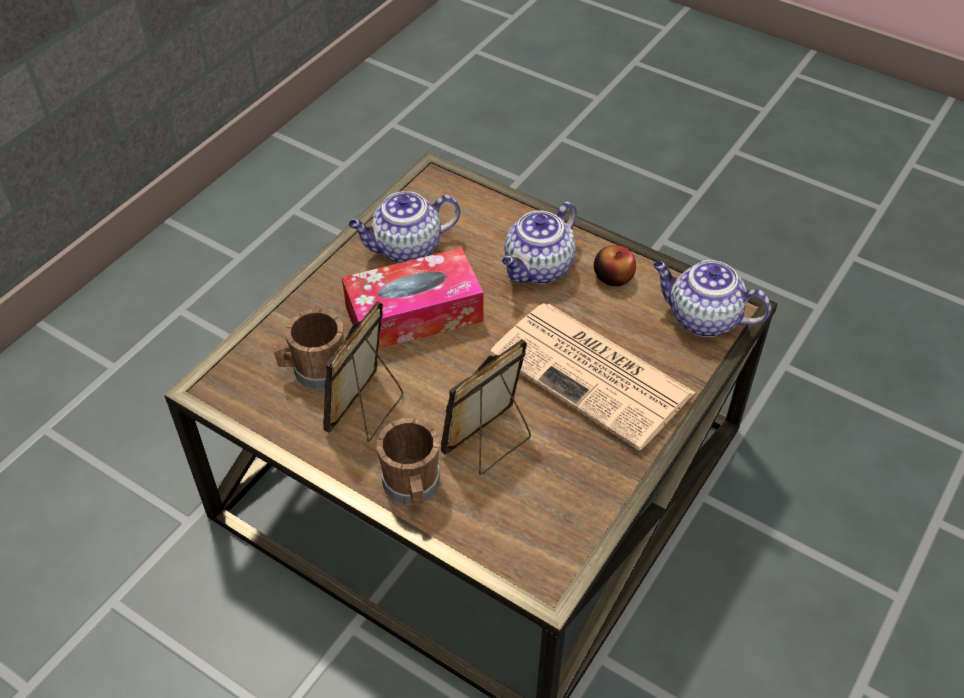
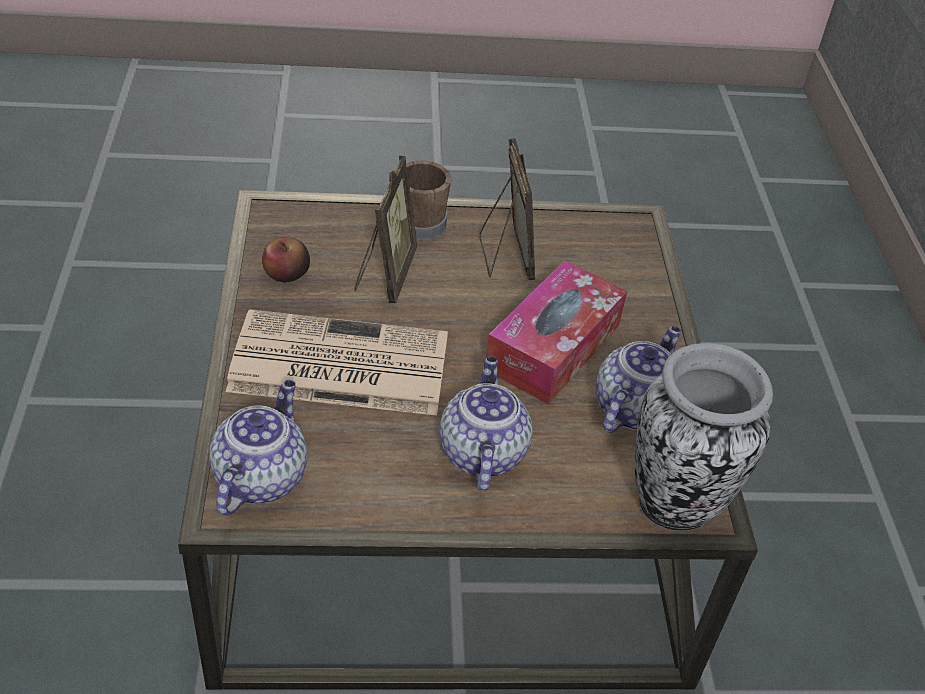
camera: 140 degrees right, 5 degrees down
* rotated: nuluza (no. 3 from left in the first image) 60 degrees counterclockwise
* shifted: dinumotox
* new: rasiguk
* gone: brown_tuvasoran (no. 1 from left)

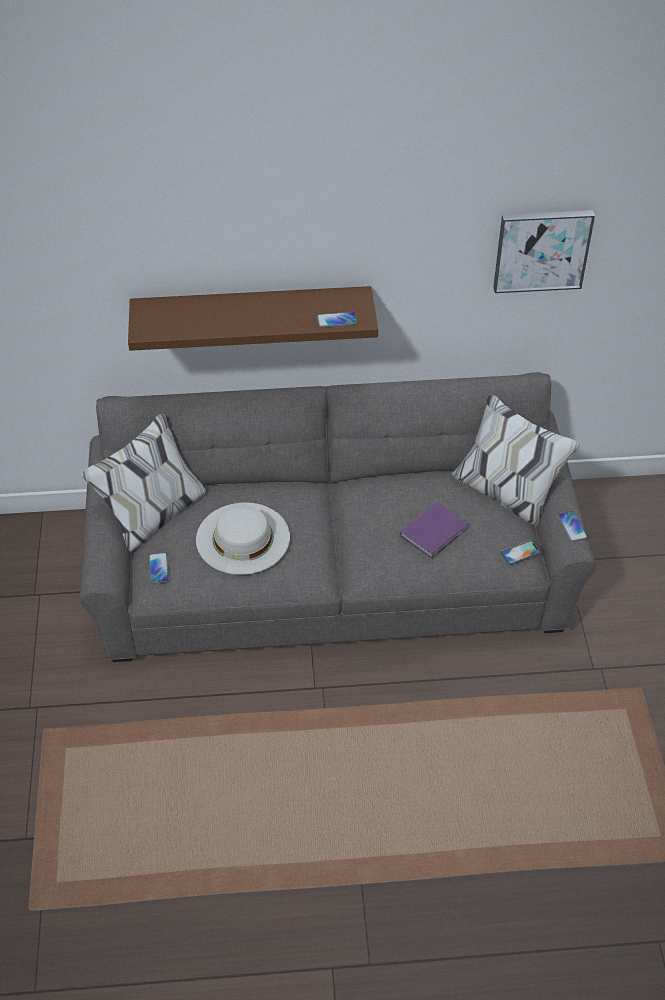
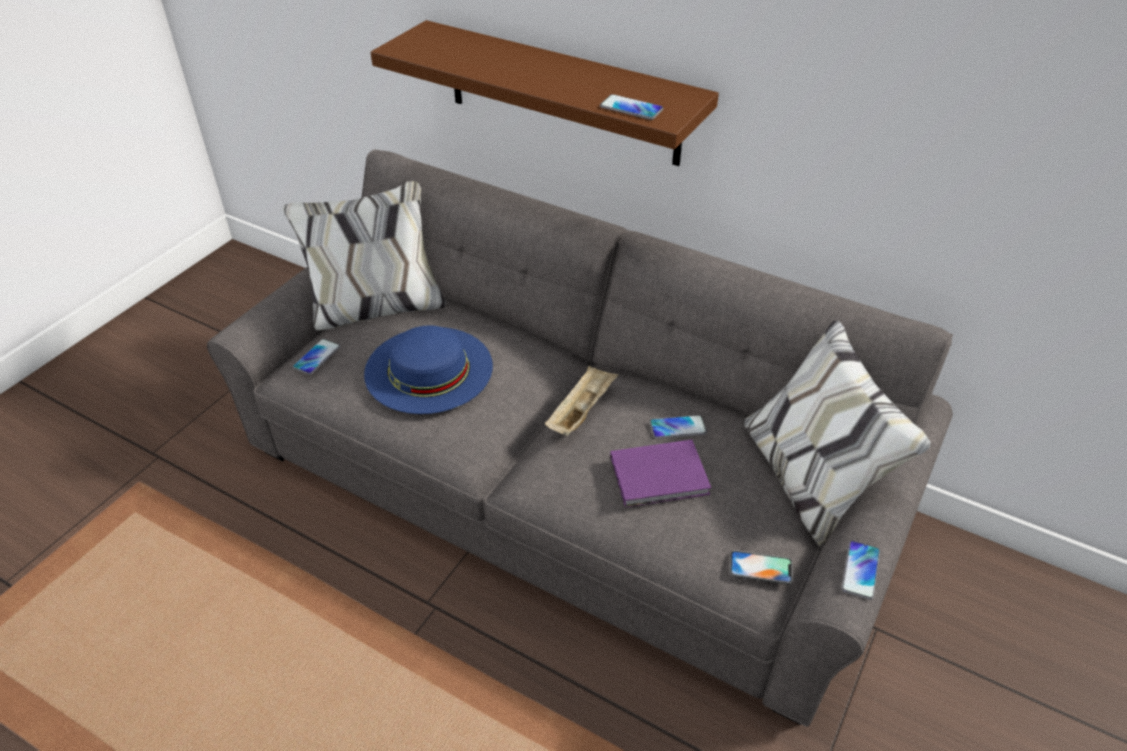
camera: 35 degrees right, 5 degrees down
* repainted: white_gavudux to blue_gavudux
* new: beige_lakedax
* new: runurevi (no. 3 from left)
* gone: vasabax

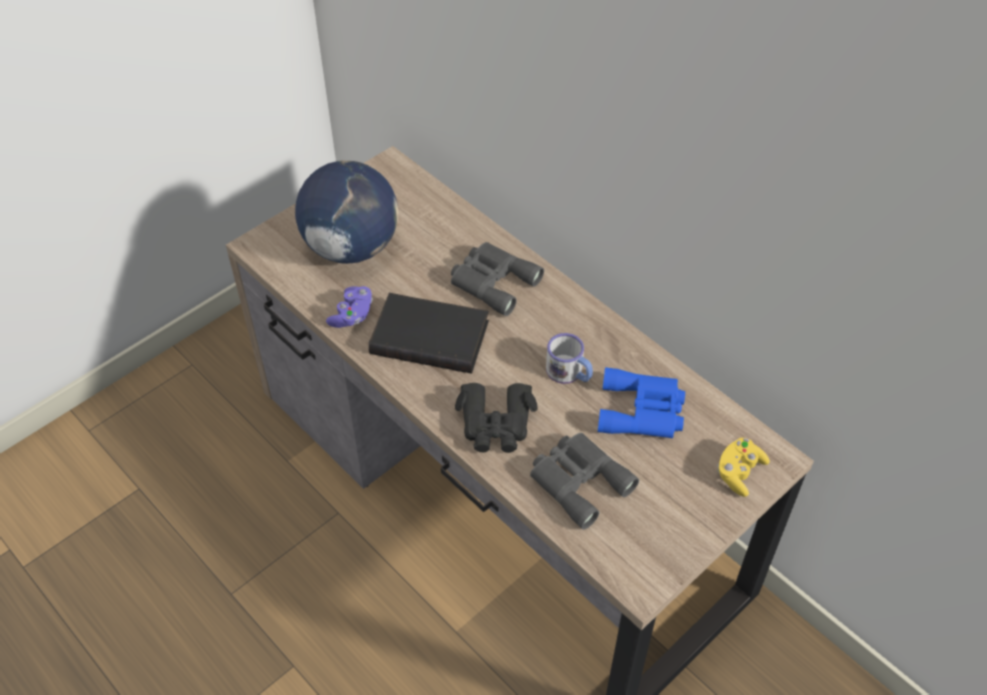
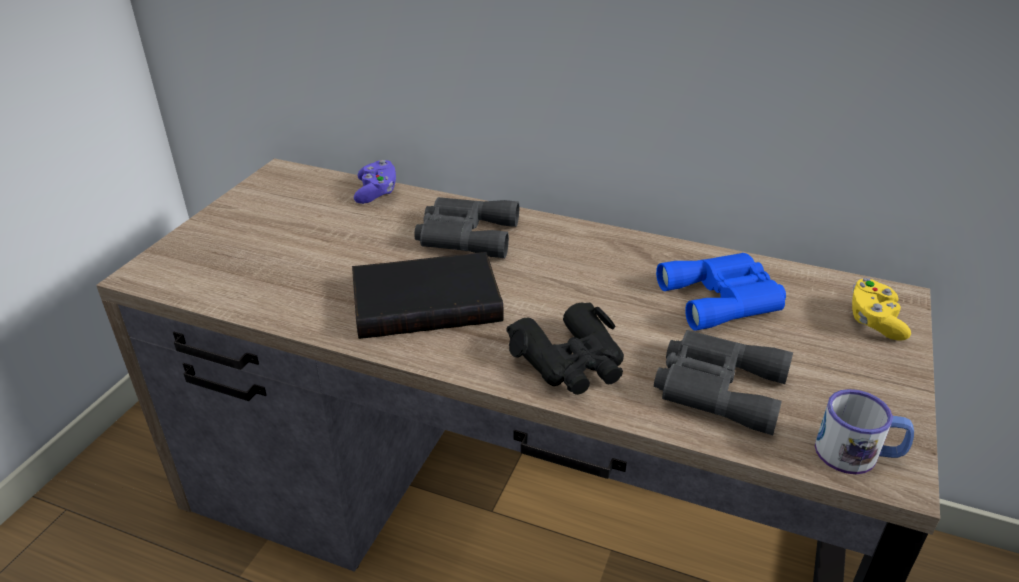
camera: 25 degrees left, 15 degrees down
* shifted: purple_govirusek
* shifted: tuvasoran
* gone: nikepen

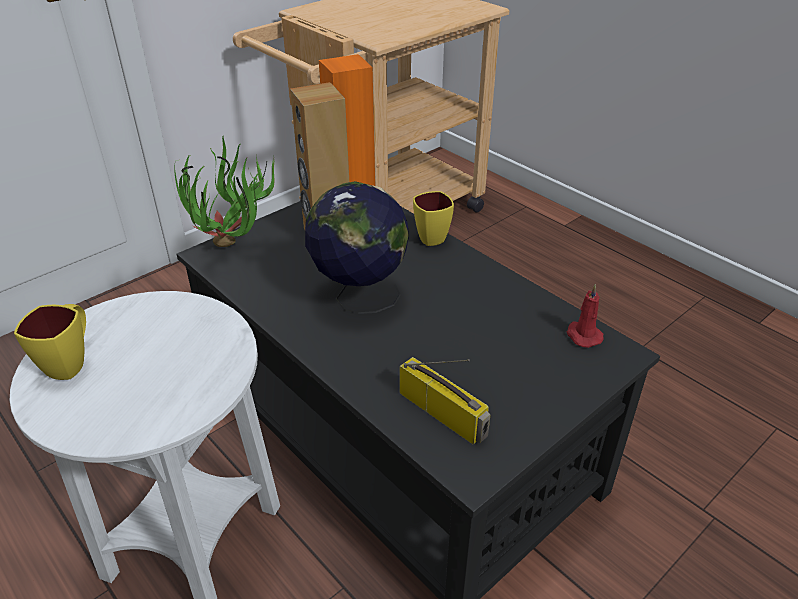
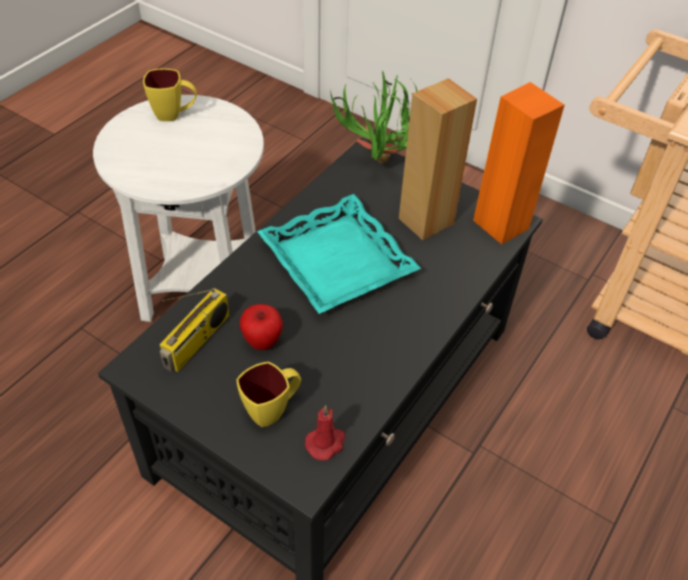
camera: 75 degrees right, 10 degrees up
* shifted: yellow_tuvasoran (no. 2 from left)
* new: dinumotox
* swapped: nikepen to turquoise_lakedax

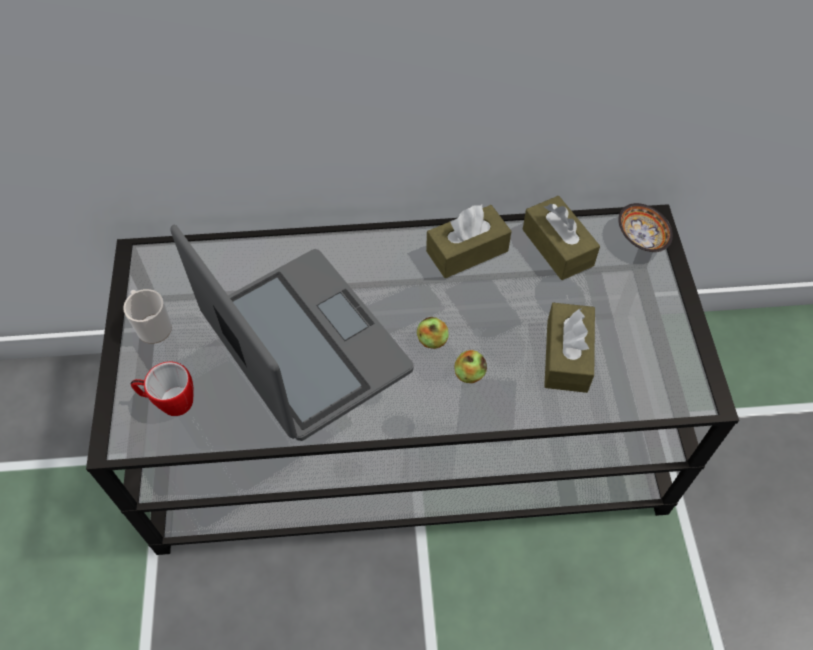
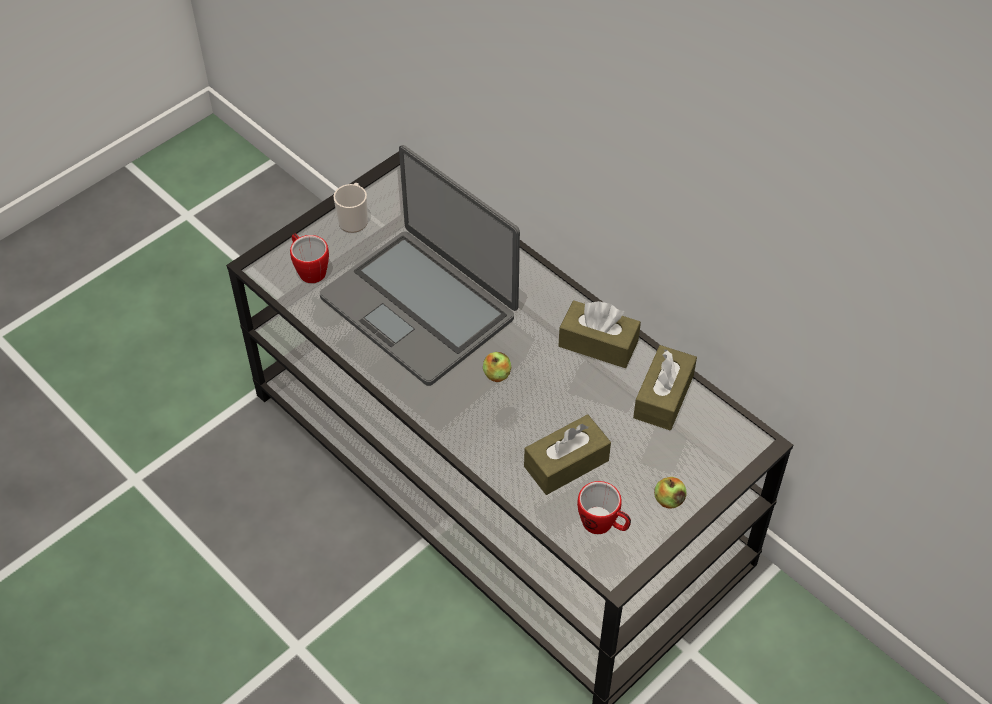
camera: 50 degrees right, 5 degrees down
* rotated: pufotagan 120 degrees clockwise
* new: tuvasoran (no. 3 from left)
* shifted: dinumotox (no. 2 from left)
* gone: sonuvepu

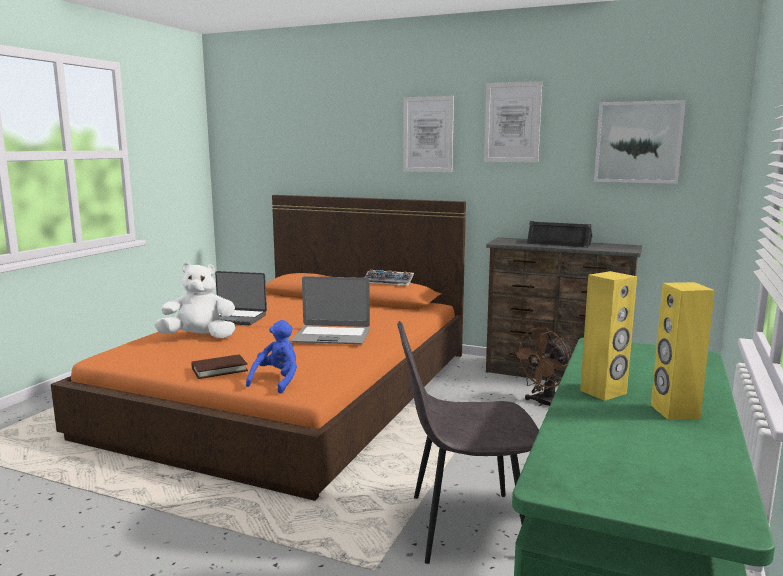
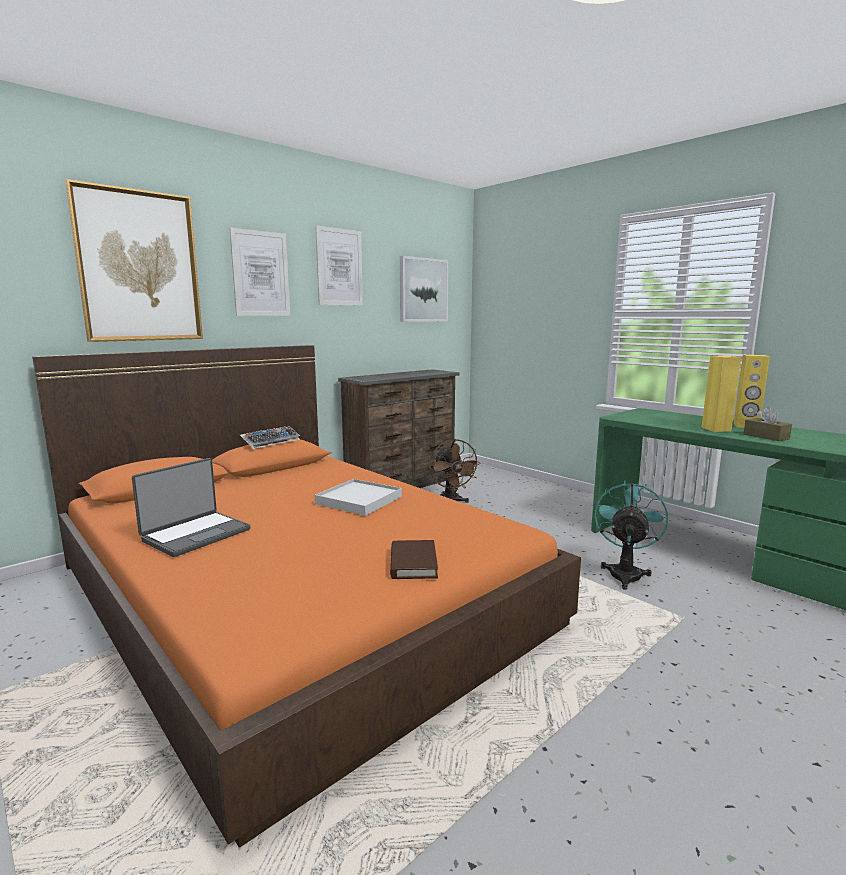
camera: 65 degrees left, 0 degrees up
* new: vasabax (no. 1 from left)
* swapped: pufotagan (no. 2 from left) to white_lakedax
* swapped: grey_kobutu to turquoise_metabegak
* new: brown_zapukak
* gone: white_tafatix
* gone: blue_tafatix
* gone: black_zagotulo

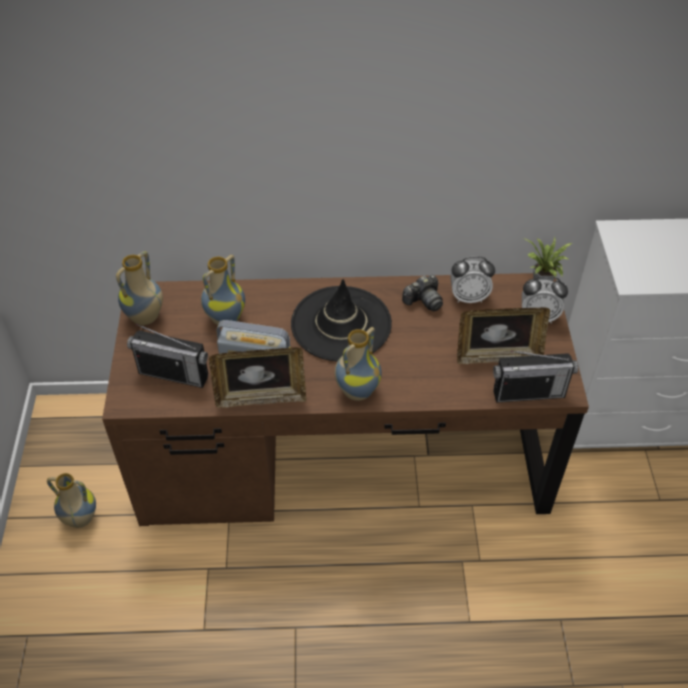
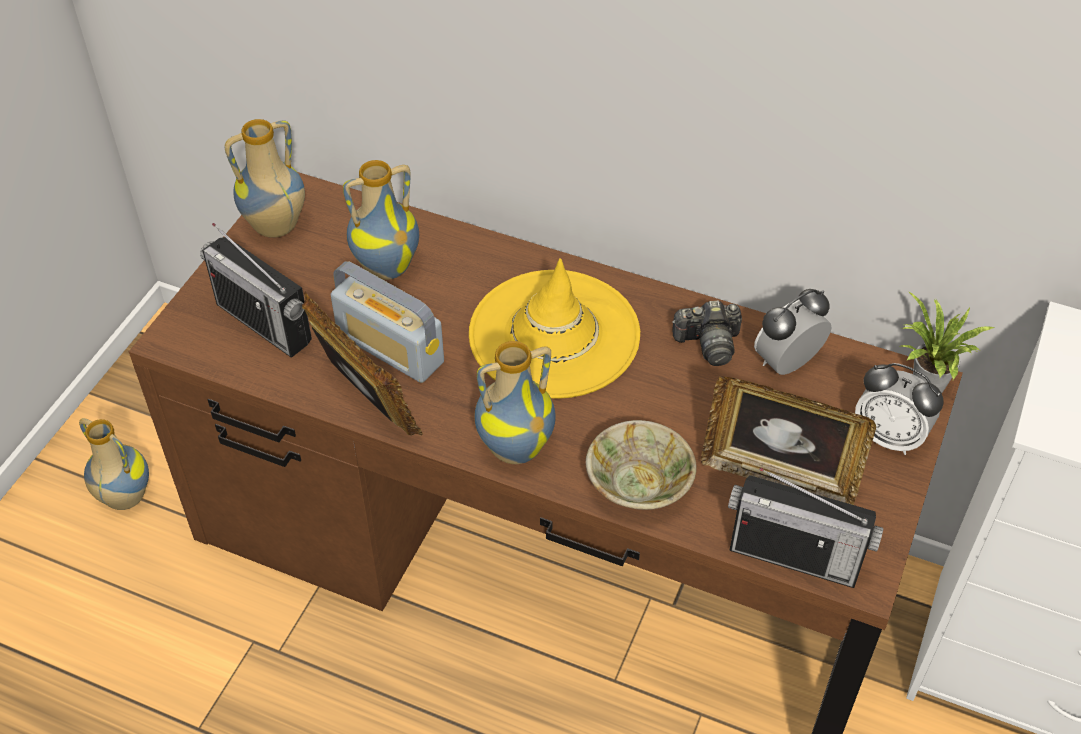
camera: 25 degrees right, 0 degrees up
* rotated: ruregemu (no. 1 from left) 150 degrees counterclockwise
* repainted: black_gavudux to yellow_gavudux
* new: beige_sonuvepu
* rotated: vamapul (no. 1 from left) 120 degrees clockwise

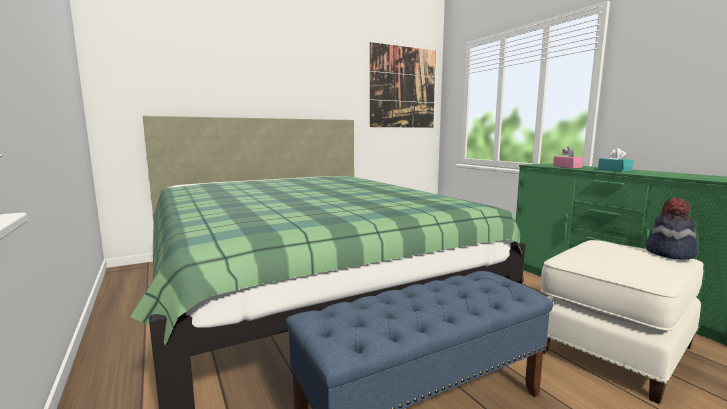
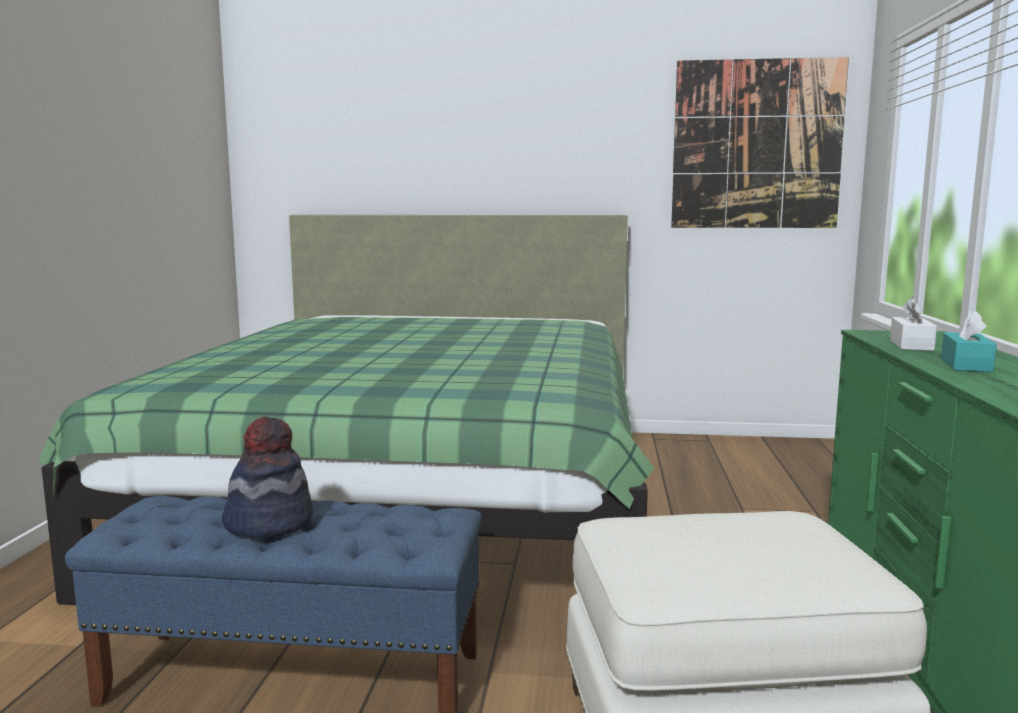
camera: 35 degrees right, 0 degrees up
* shifted: gavudux
* repainted: pink_zapukak to white_zapukak

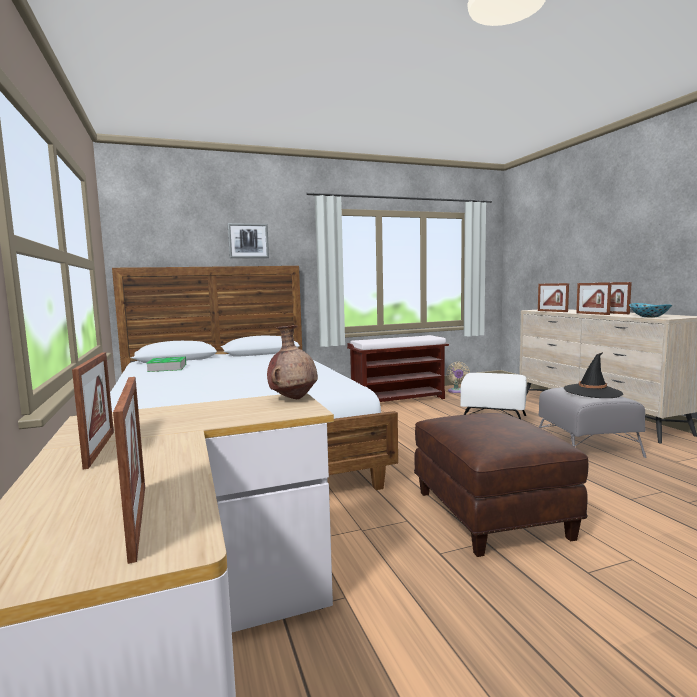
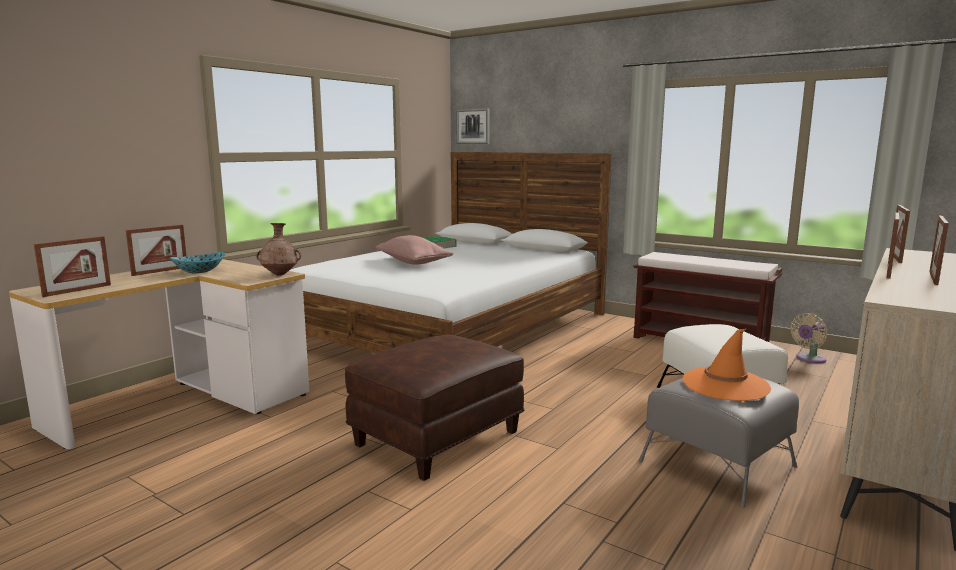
camera: 55 degrees right, 5 degrees up
* shifted: sonuvepu
* new: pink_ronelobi
* shifted: vasabax
* repainted: black_gavudux to orange_gavudux

